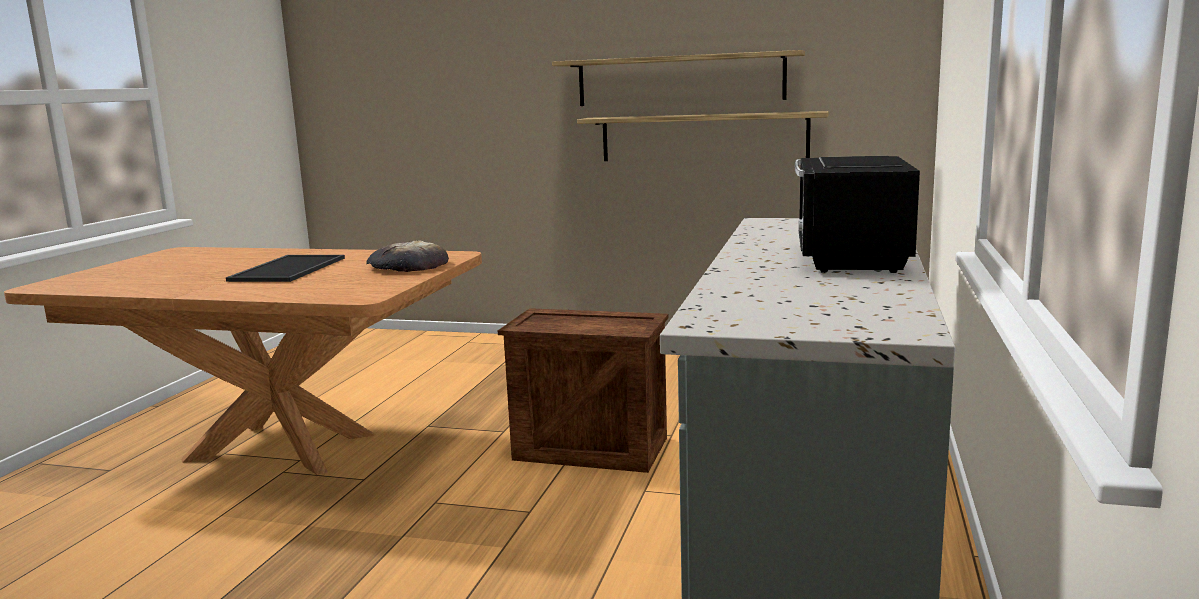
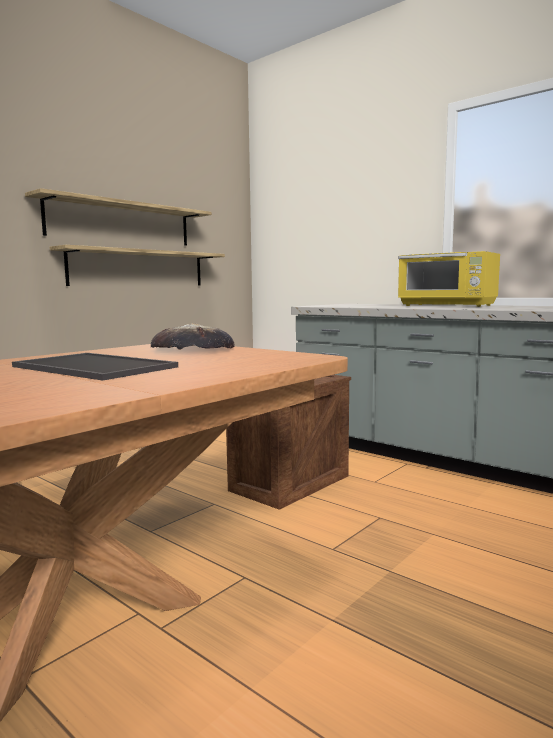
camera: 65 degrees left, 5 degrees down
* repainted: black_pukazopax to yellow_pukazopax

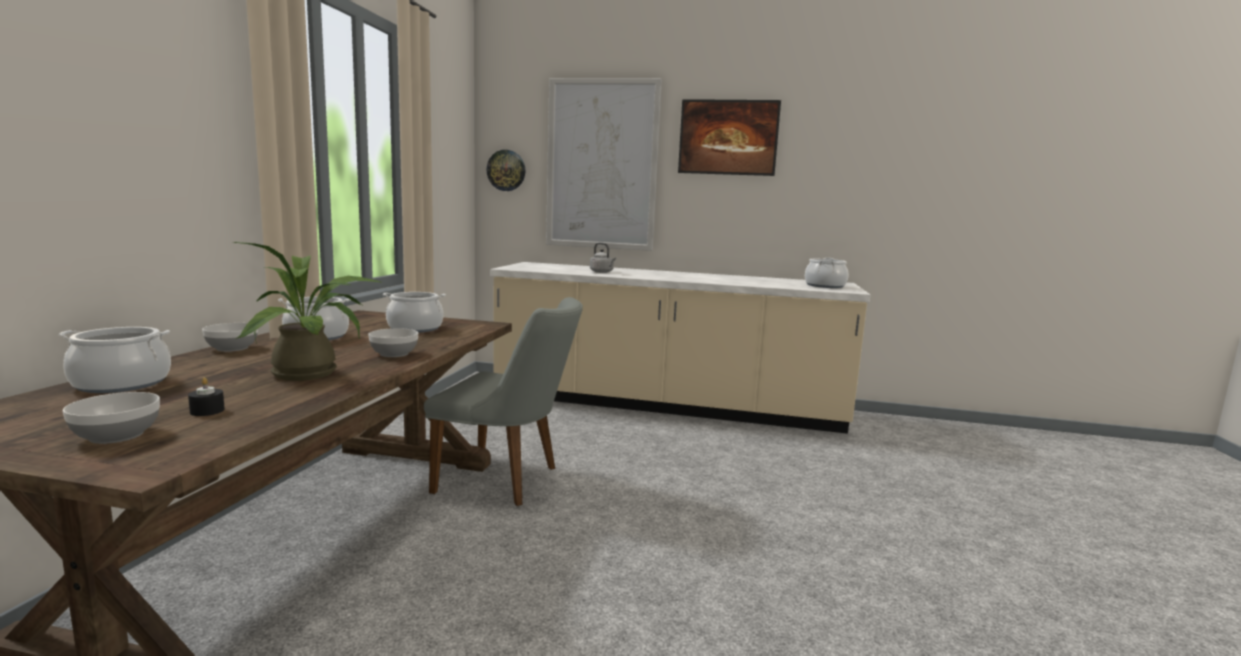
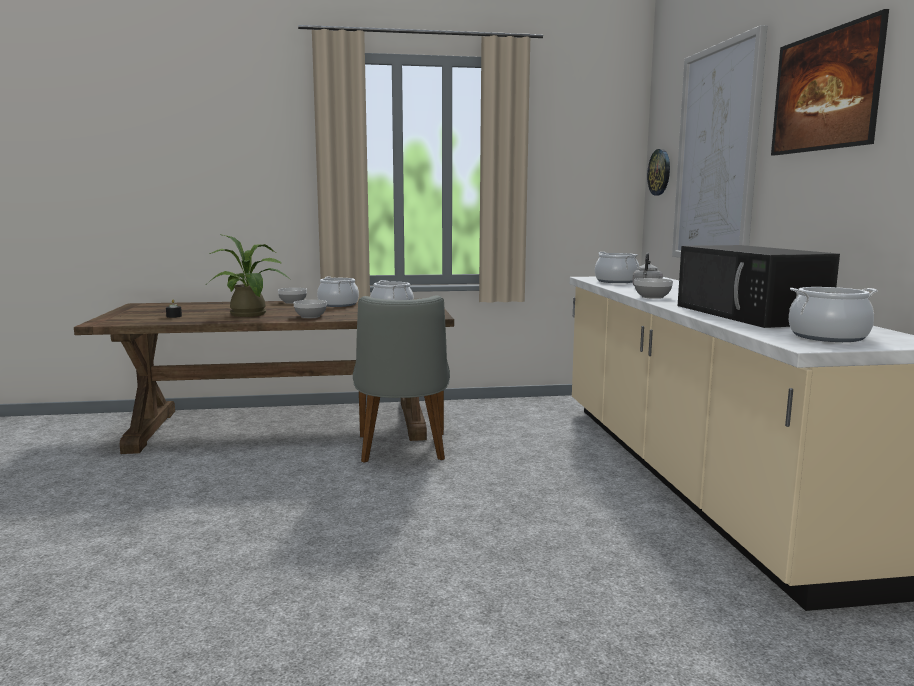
camera: 70 degrees right, 0 degrees up
* shifted: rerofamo (no. 1 from left in the first image) to rerofamo (no. 3 from left)
* shifted: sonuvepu (no. 1 from left in the first image) to sonuvepu (no. 3 from left)
* new: black_pukazopax

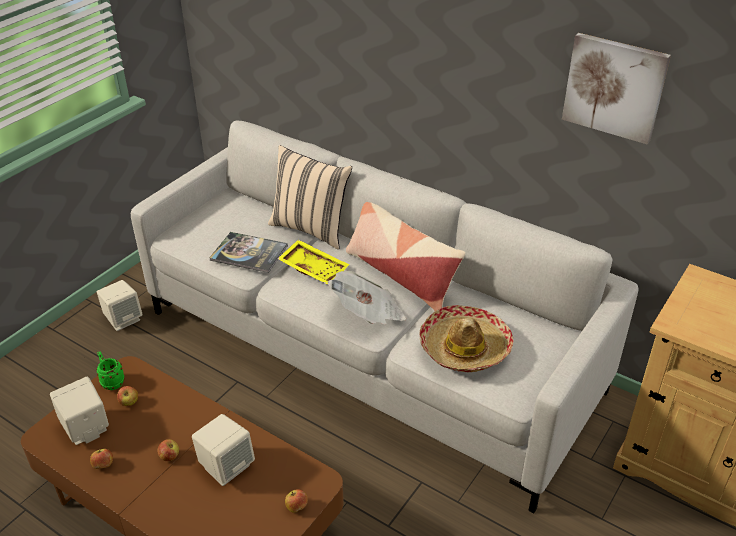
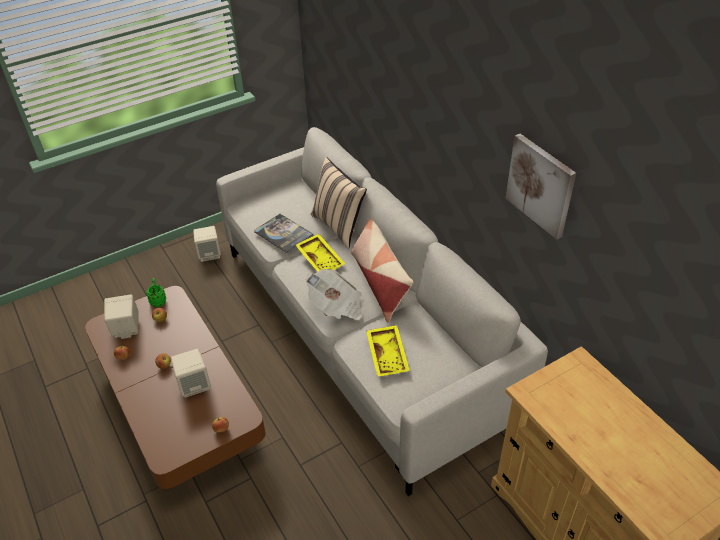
camera: 25 degrees right, 5 degrees up
* swapped: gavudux to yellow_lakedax (no. 2 from left)

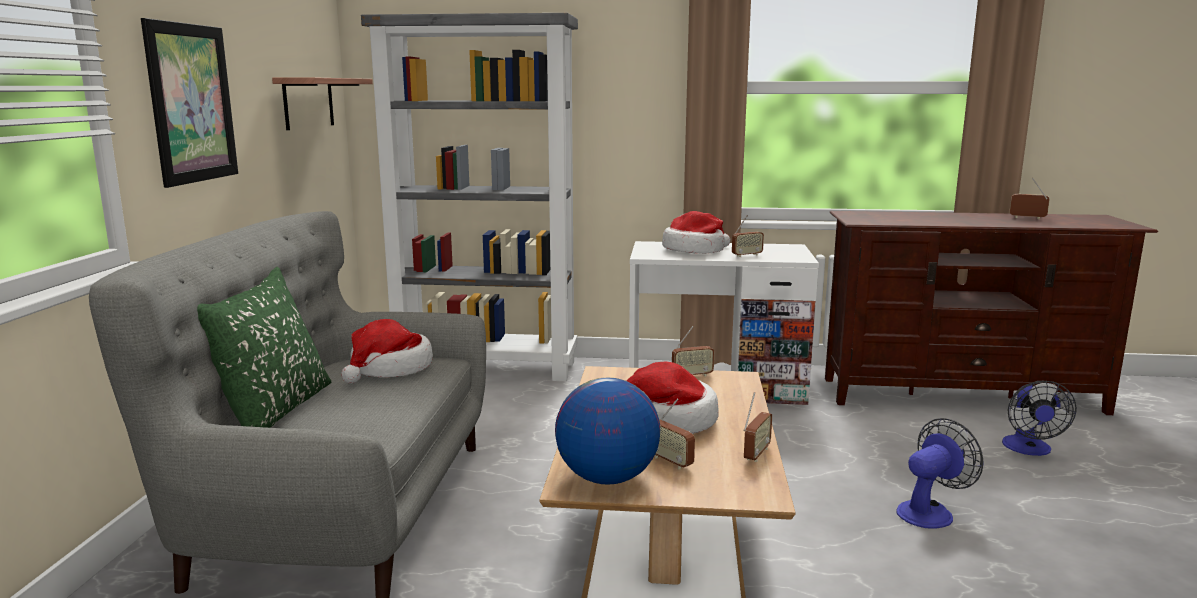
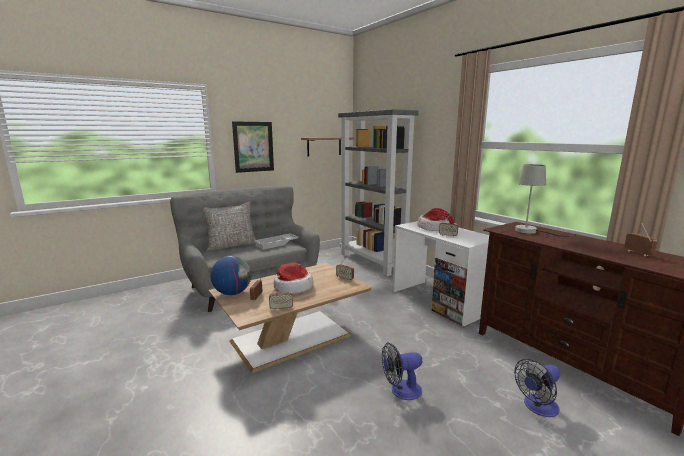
camera: 50 degrees right, 0 degrees up
* repainted: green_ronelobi to grey_ronelobi
* swapped: gavudux (no. 1 from left) to white_lakedax
* rotated: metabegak (no. 1 from left) 150 degrees clockwise
* new: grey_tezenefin

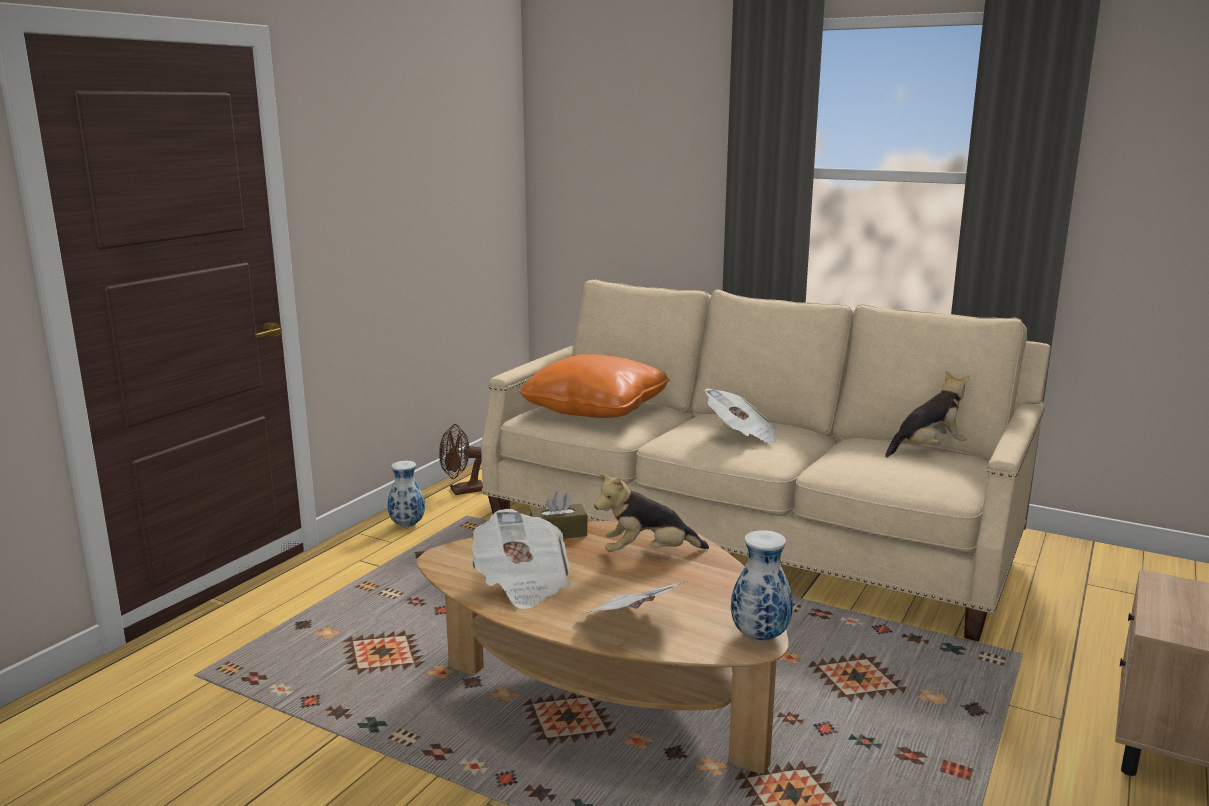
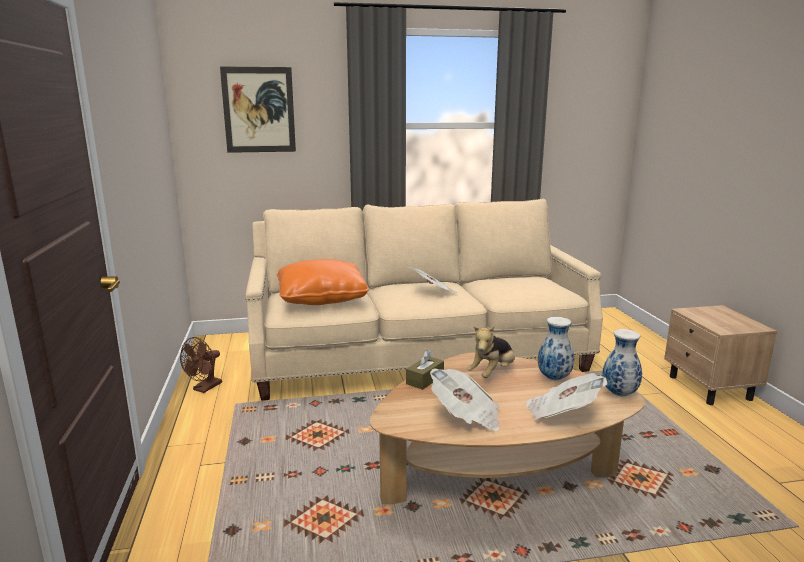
camera: 40 degrees left, 0 degrees up
* new: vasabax
* shifted: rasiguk (no. 1 from left)
* gone: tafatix (no. 2 from left)

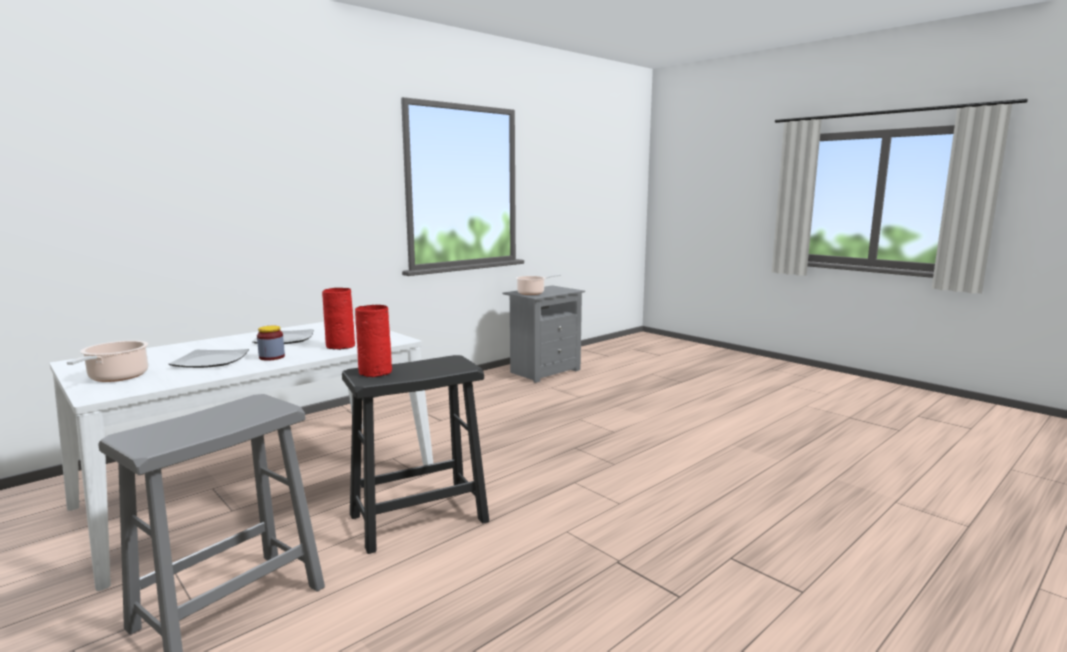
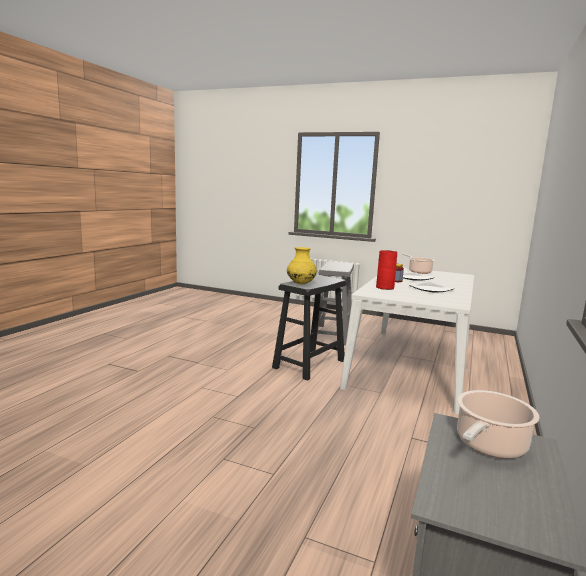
camera: 155 degrees right, 0 degrees up
* new: yellow_rasiguk
* gone: red_rasiguk (no. 2 from left)

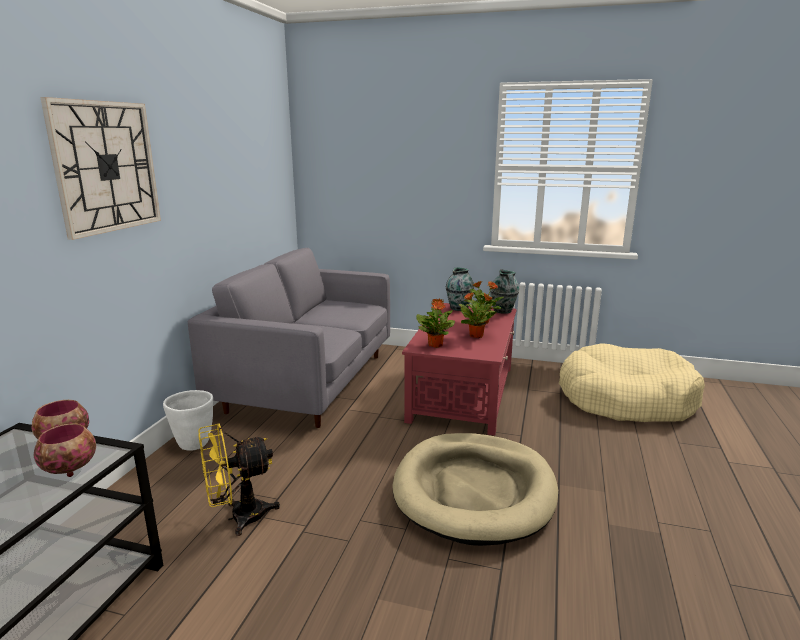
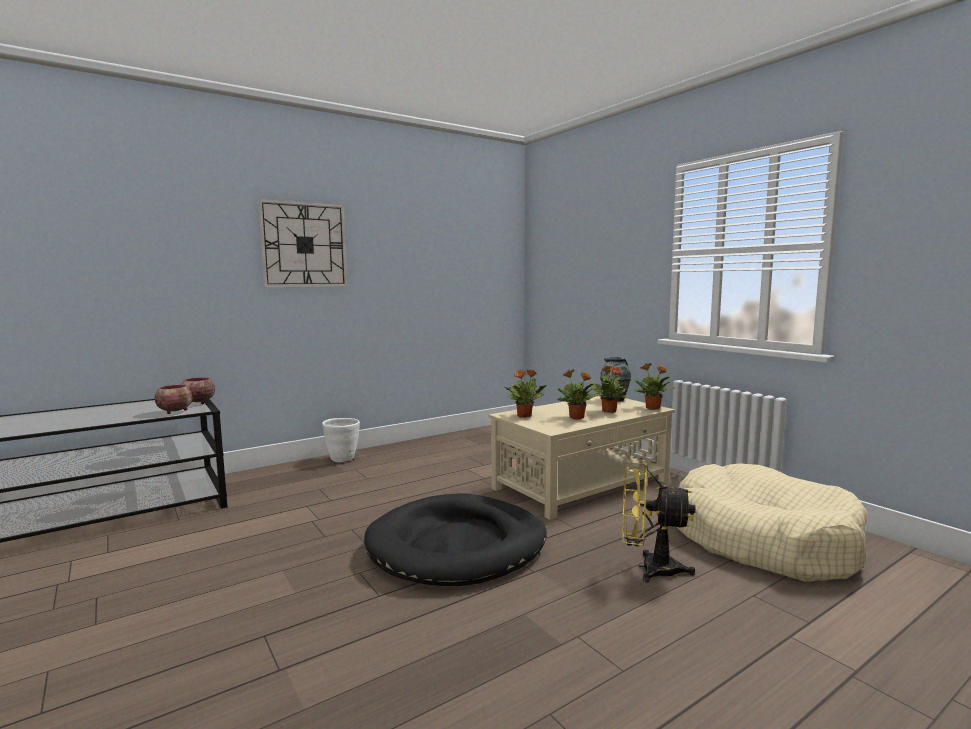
camera: 40 degrees right, 10 degrees down
* repainted: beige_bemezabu (no. 1 from left) to black_bemezabu
* repainted: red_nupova to beige_nupova
* shifted: yellow_metabegak
* swapped: rasiguk (no. 2 from left) to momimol (no. 4 from left)
* gone: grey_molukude

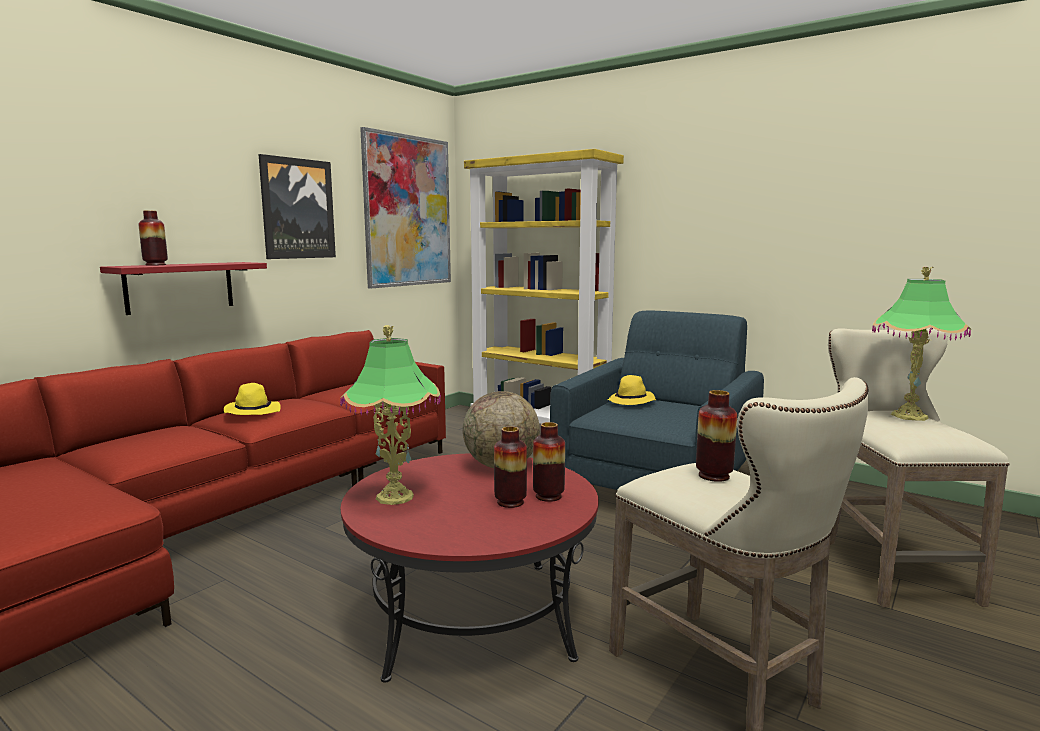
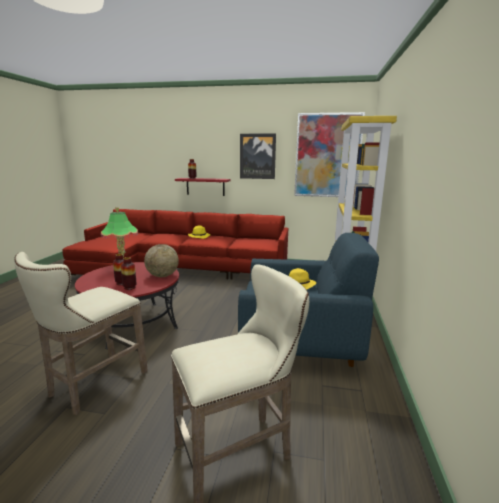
camera: 65 degrees right, 5 degrees up
* gone: rasiguk (no. 4 from left)
* gone: tezenefin (no. 2 from left)

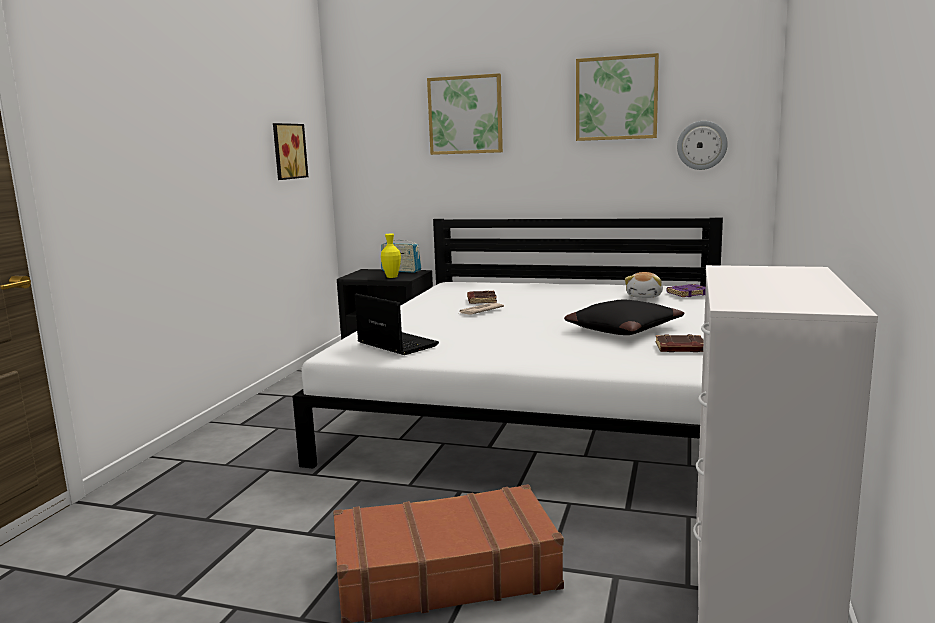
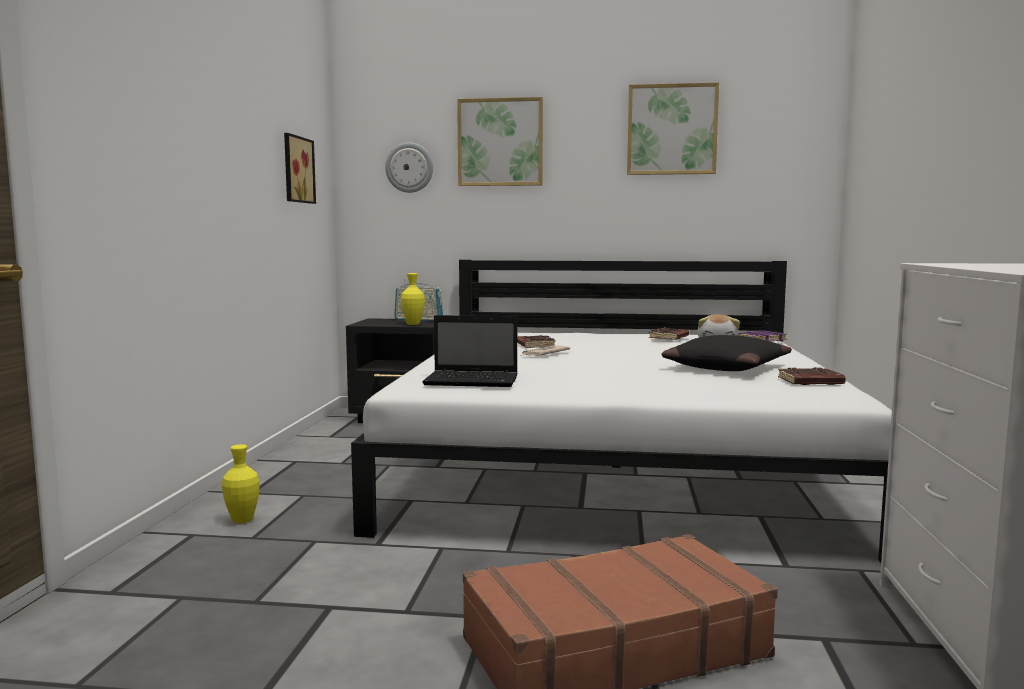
camera: 10 degrees left, 5 degrees down
* new: yellow_rasiguk (no. 1 from left)
* shifted: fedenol
* rotated: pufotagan 150 degrees clockwise
* new: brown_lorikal (no. 2 from left)

